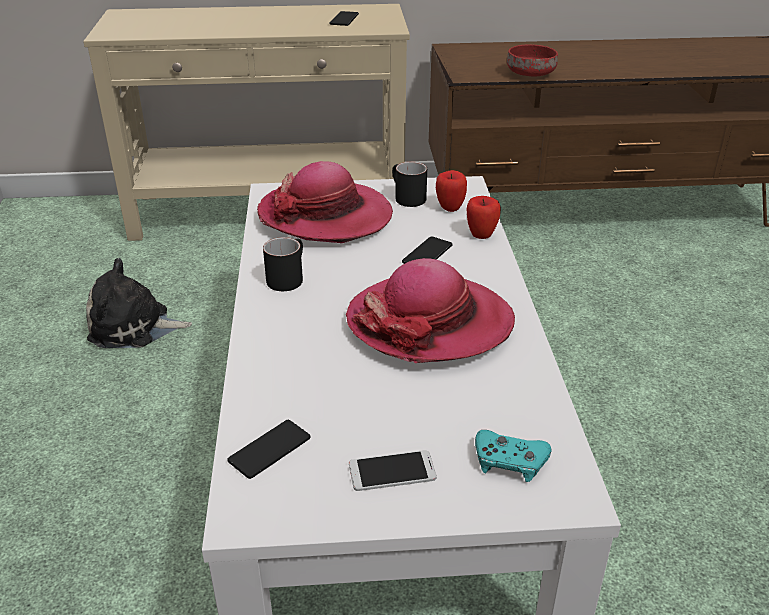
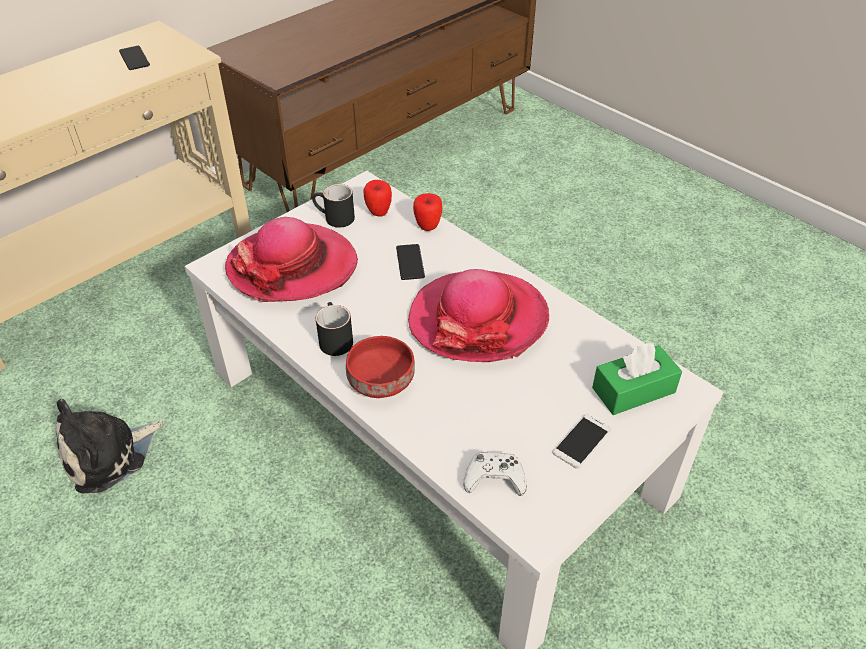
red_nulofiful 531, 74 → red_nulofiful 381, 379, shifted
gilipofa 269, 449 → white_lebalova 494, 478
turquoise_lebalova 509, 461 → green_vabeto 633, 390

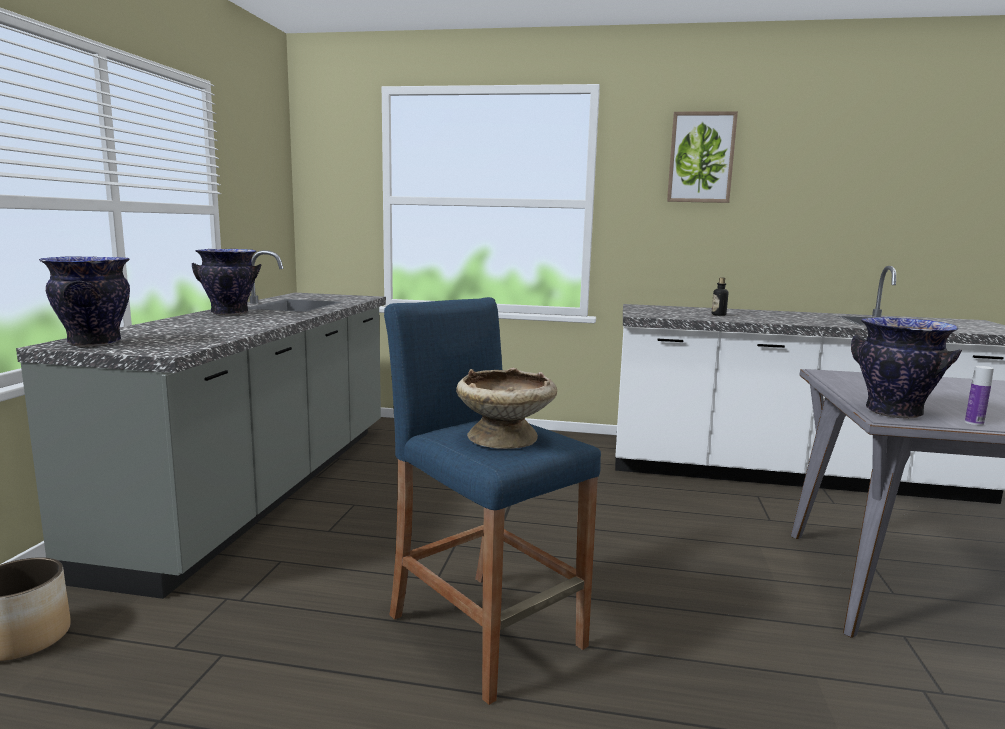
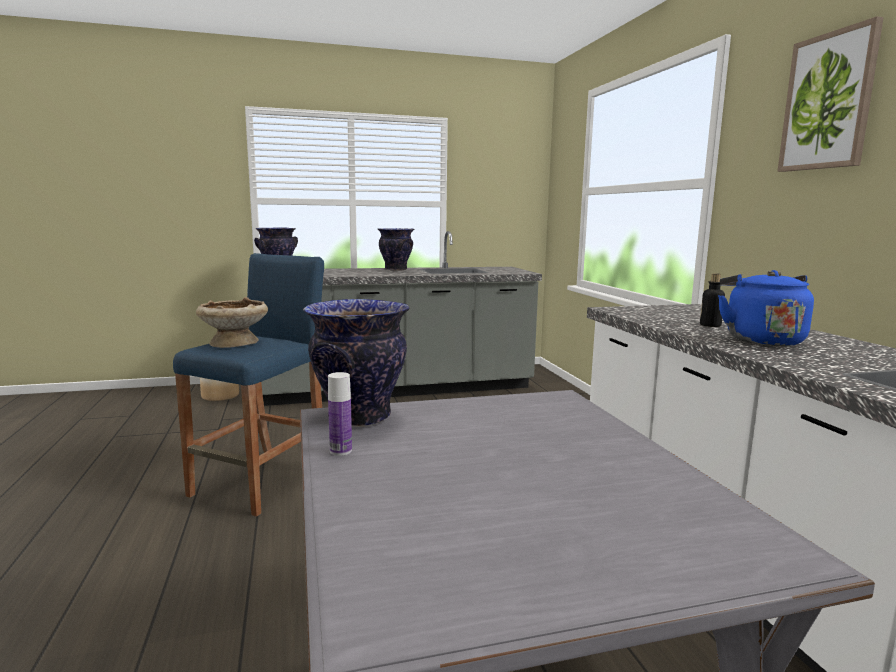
- → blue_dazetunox 760, 340

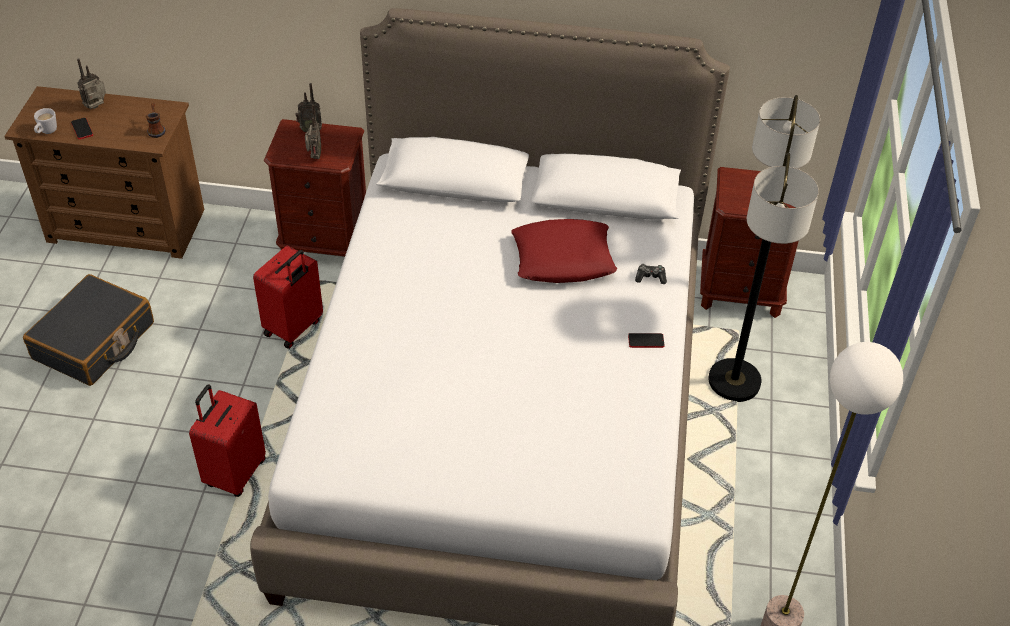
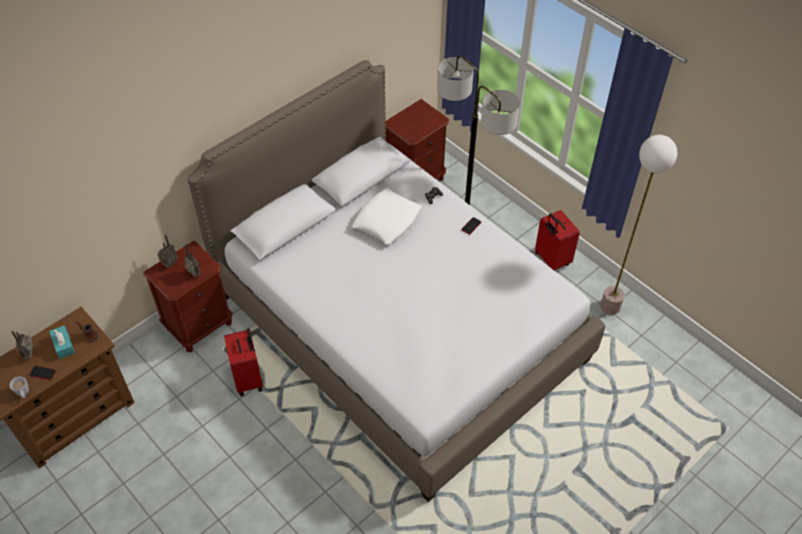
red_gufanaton 563, 258 → white_gufanaton 387, 220
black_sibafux 94, 341 → -
red_sibafux 234, 473 → red_sibafux 551, 259, shifted
- → turquoise_vabeto 63, 345

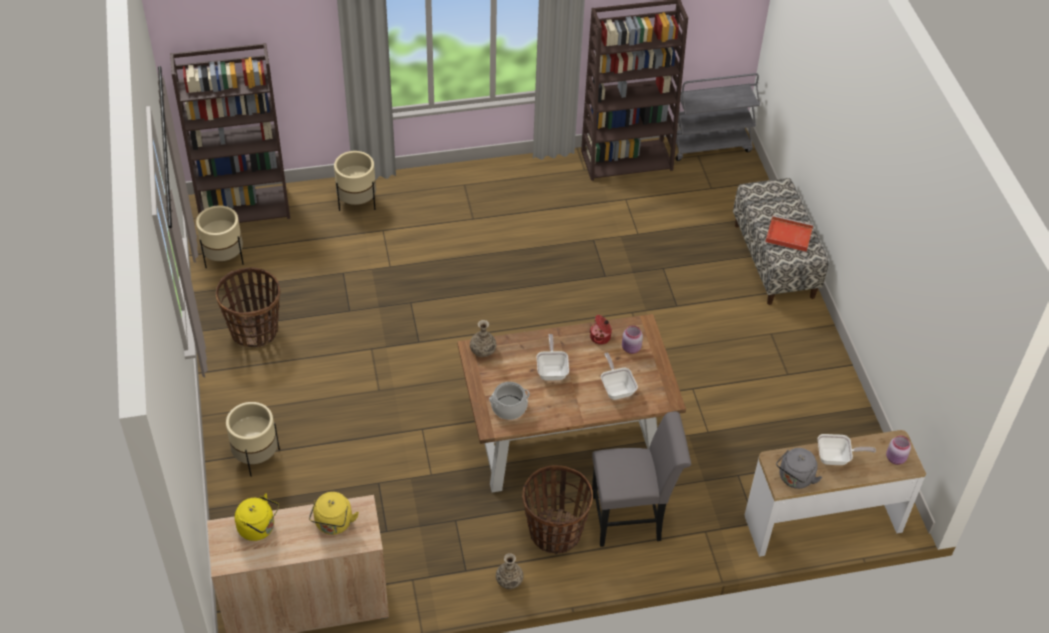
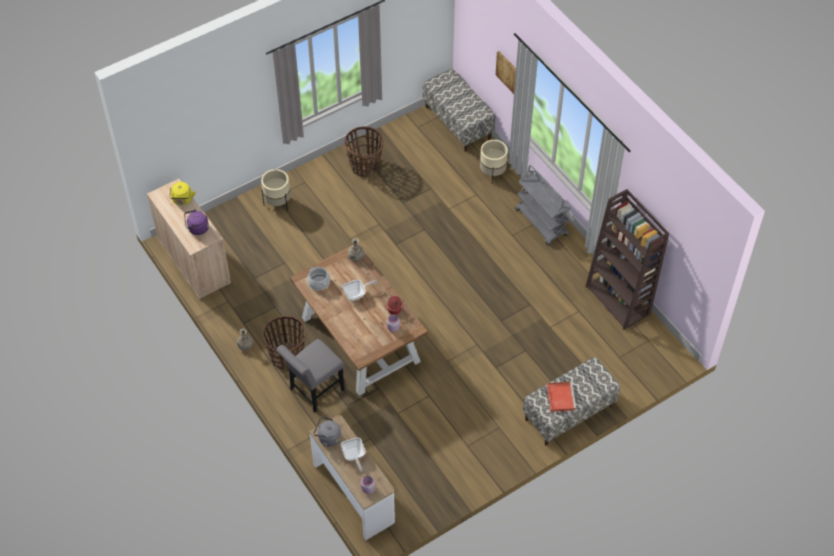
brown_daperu 245, 207 → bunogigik 458, 122
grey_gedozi 710, 145 → grey_gedozi 541, 222, shifted
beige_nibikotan 224, 258 → -
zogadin 616, 388 → -
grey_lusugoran 632, 518 → grey_lusugoran 314, 391, 75 degrees clockwise
yellow_dazetunox 333, 524 → purple_dazetunox 197, 229
- → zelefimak 508, 72

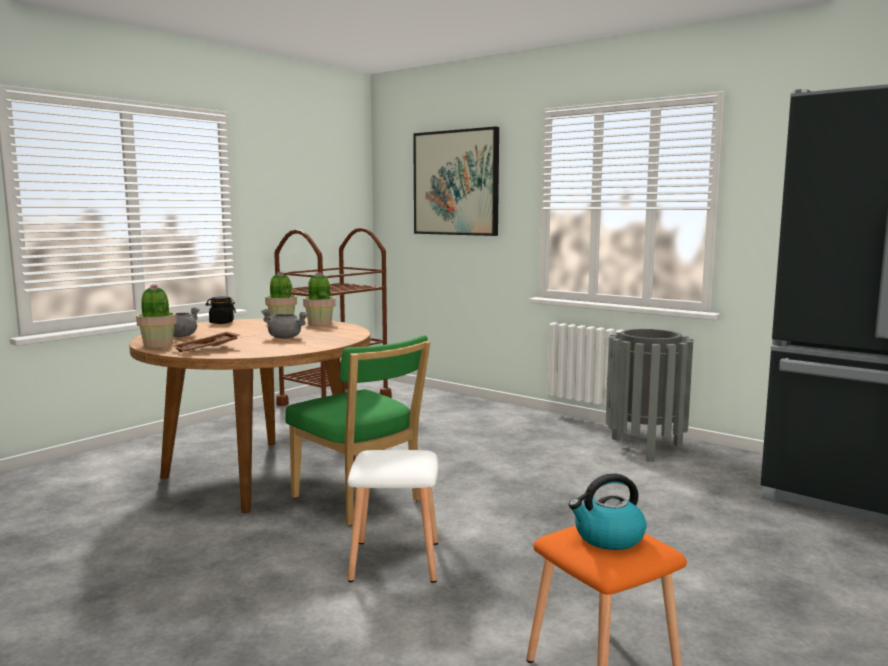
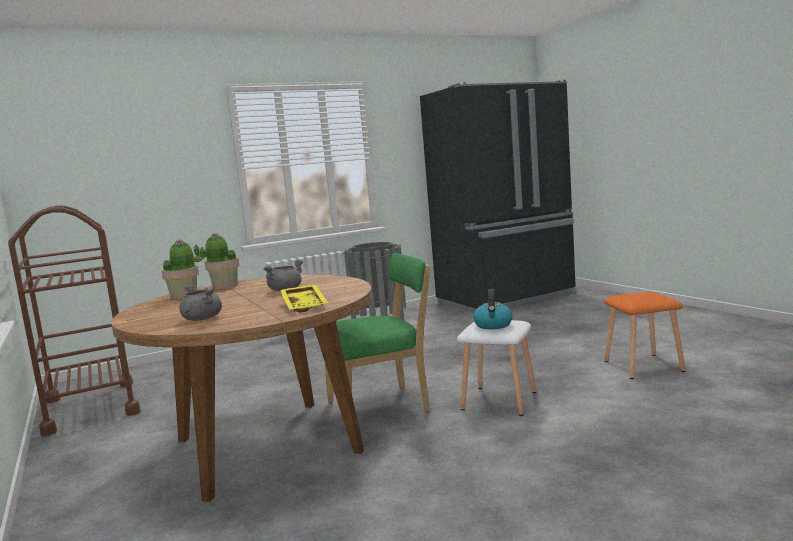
zelefimak 456, 183 → -
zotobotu 158, 345 → -
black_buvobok 221, 322 → -
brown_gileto 207, 349 → yellow_gileto 305, 305
dazetunox 608, 538 → dazetunox 493, 325, shifted

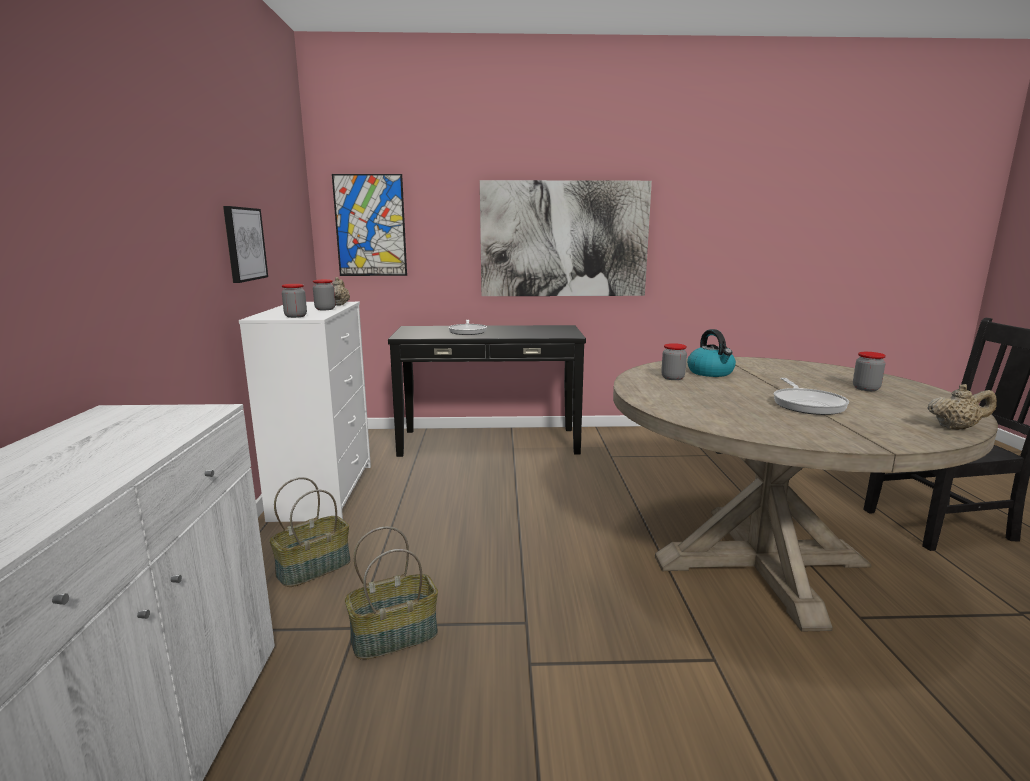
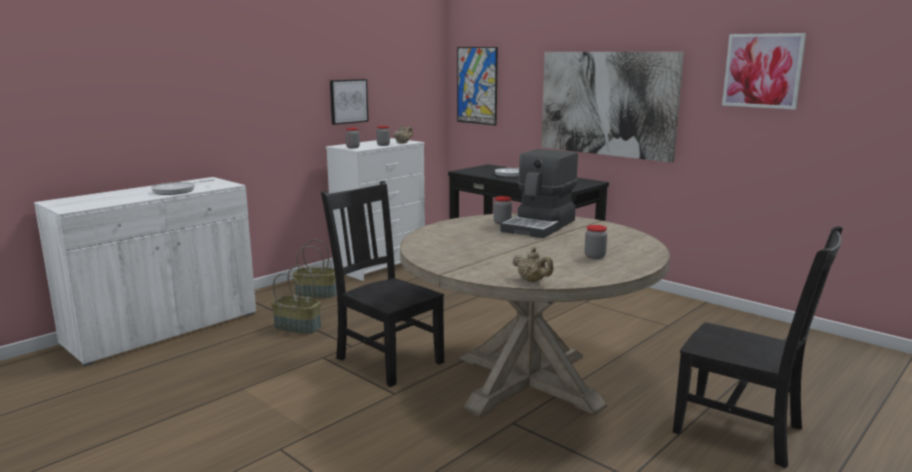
dazetunox 711, 373 → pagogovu 540, 226
zogadin 807, 404 → zogadin 177, 191, shifted
- → zelefimak 762, 70
- → black_lusugoran 387, 359

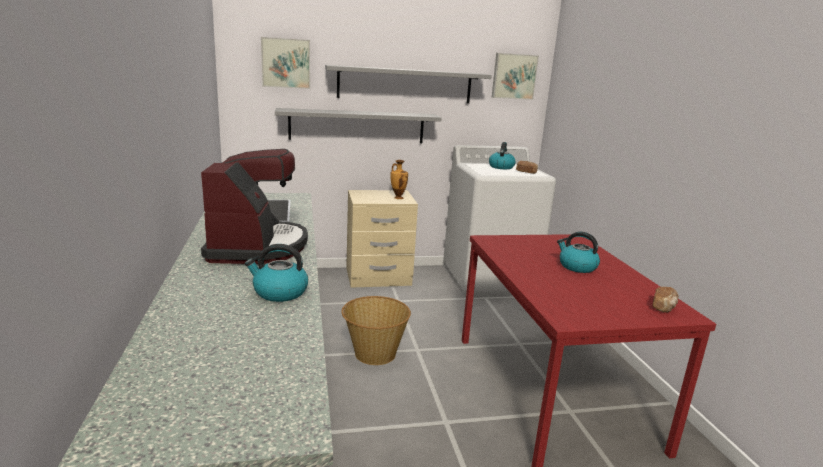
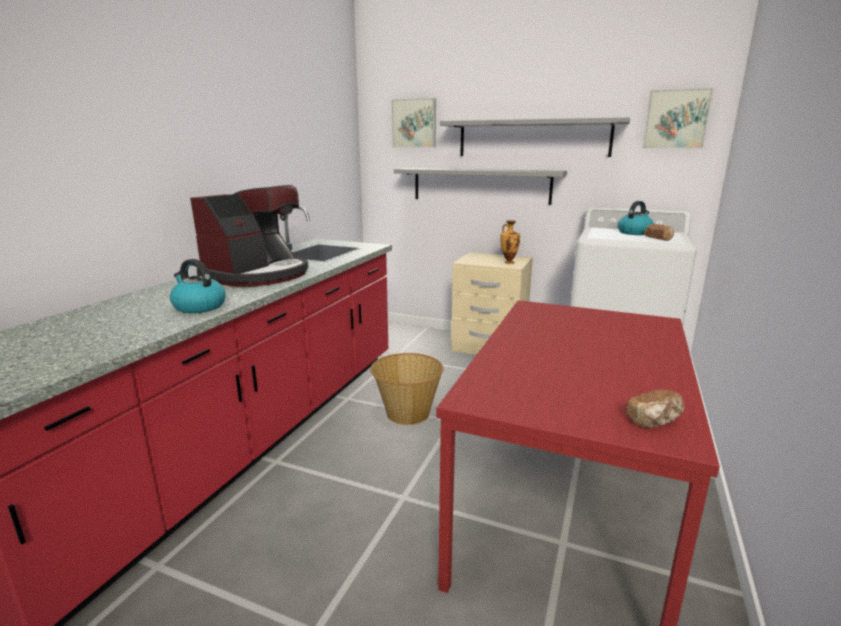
dazetunox 576, 266 → -

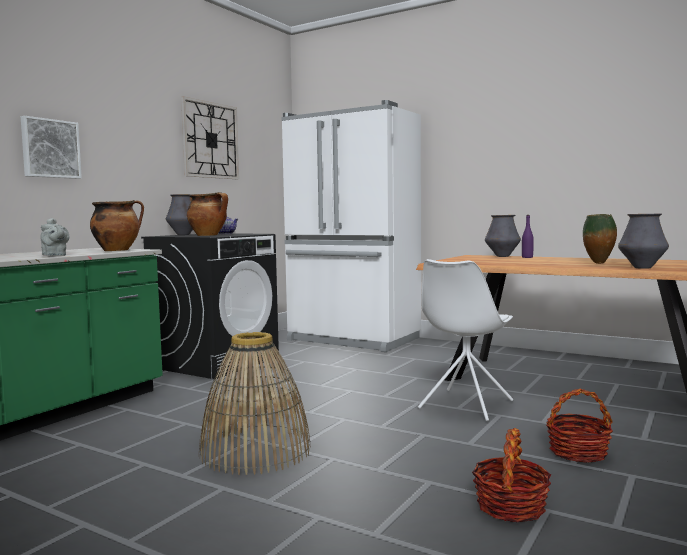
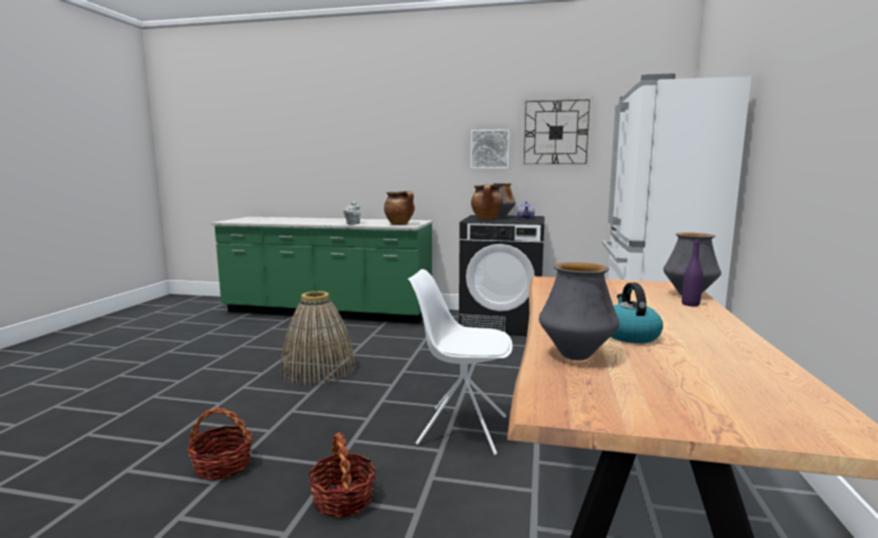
zelefimak 50, 148 → zelefimak 490, 149, shifted
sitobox 599, 263 → dazetunox 630, 335

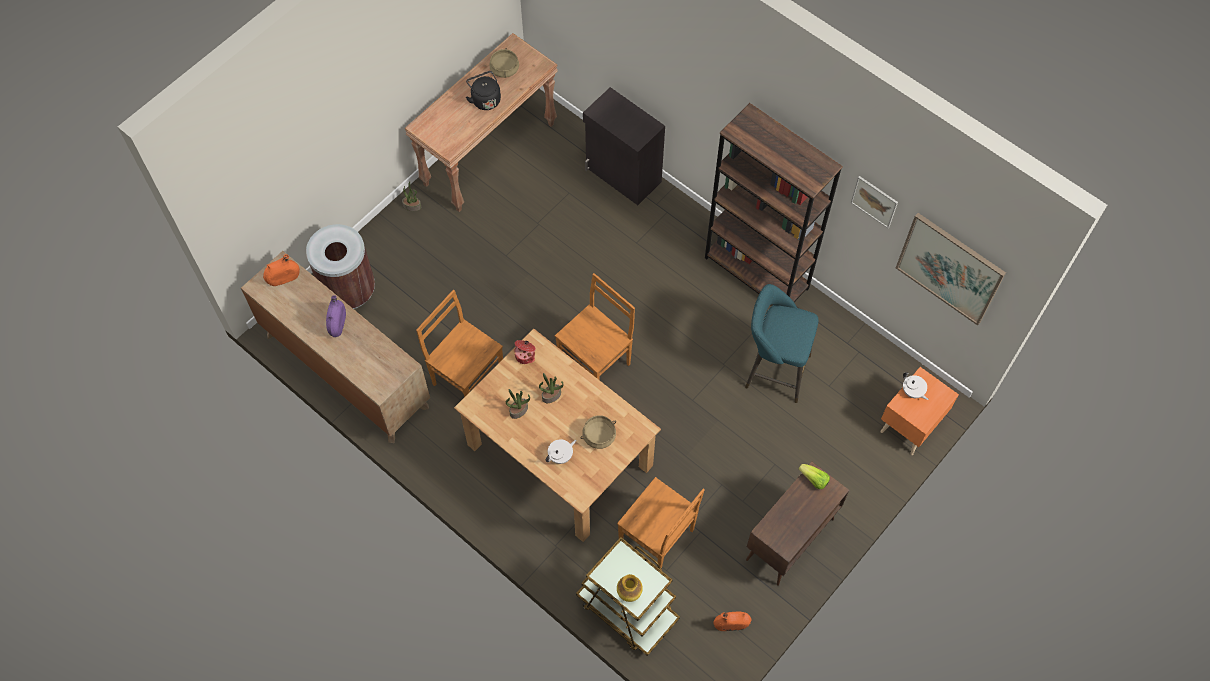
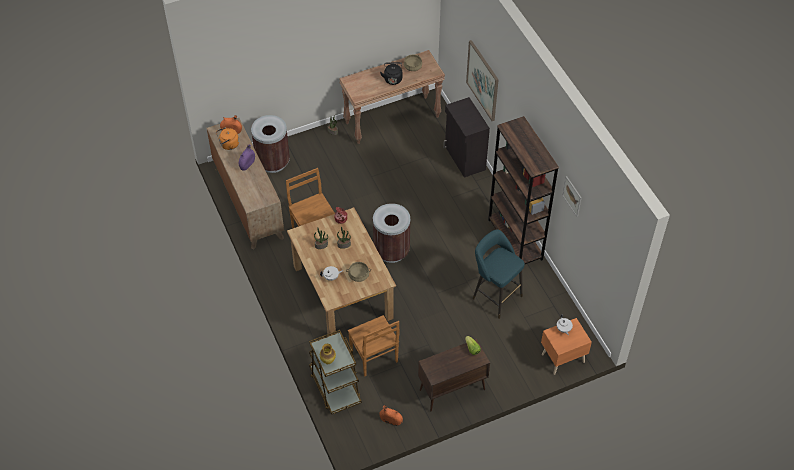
zelefimak 949, 268 → zelefimak 483, 80, shifted
brown_lusugoran 596, 361 → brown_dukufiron 391, 251
- → orange_dazetunox 228, 145

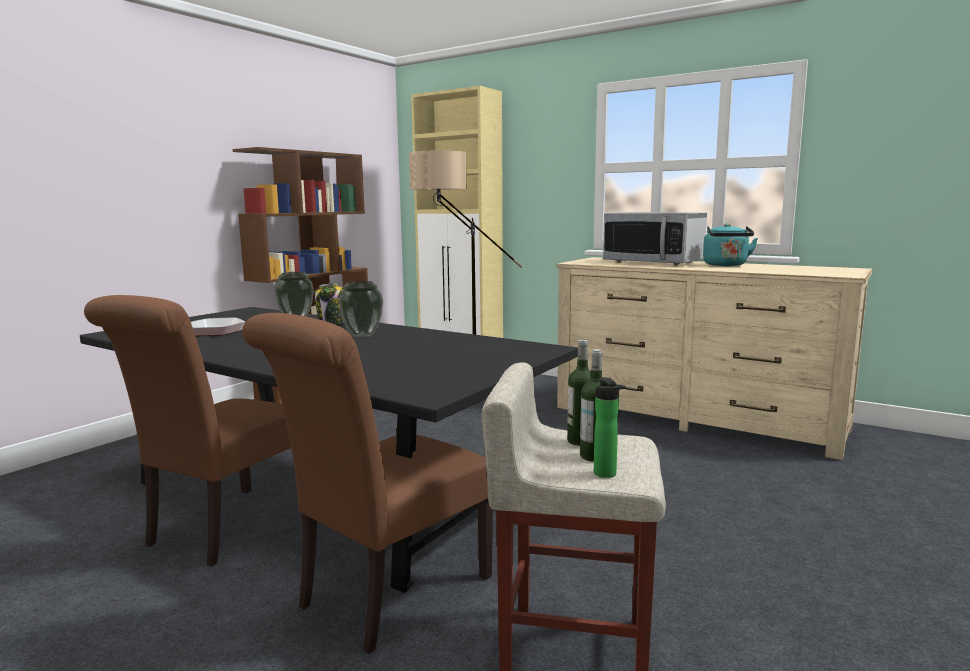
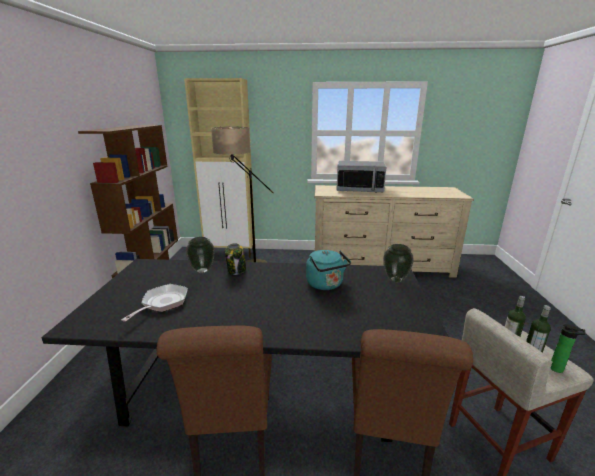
turquoise_dazetunox 726, 265 → turquoise_dazetunox 326, 285, shifted
sitobox 363, 336 → sitobox 395, 279, shifted

